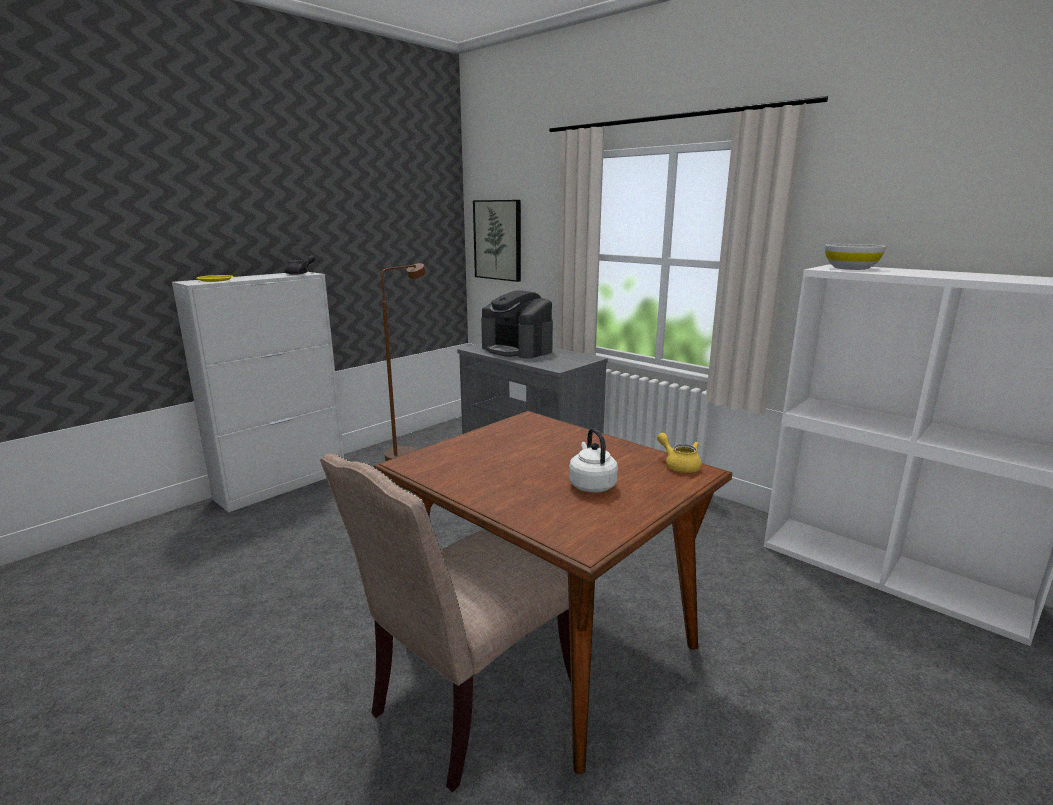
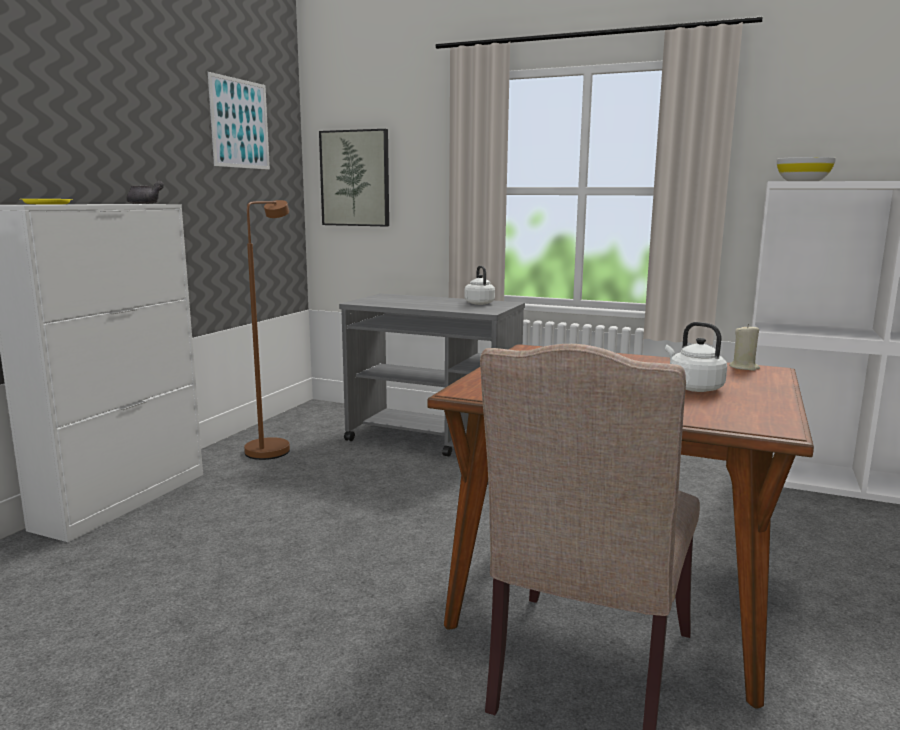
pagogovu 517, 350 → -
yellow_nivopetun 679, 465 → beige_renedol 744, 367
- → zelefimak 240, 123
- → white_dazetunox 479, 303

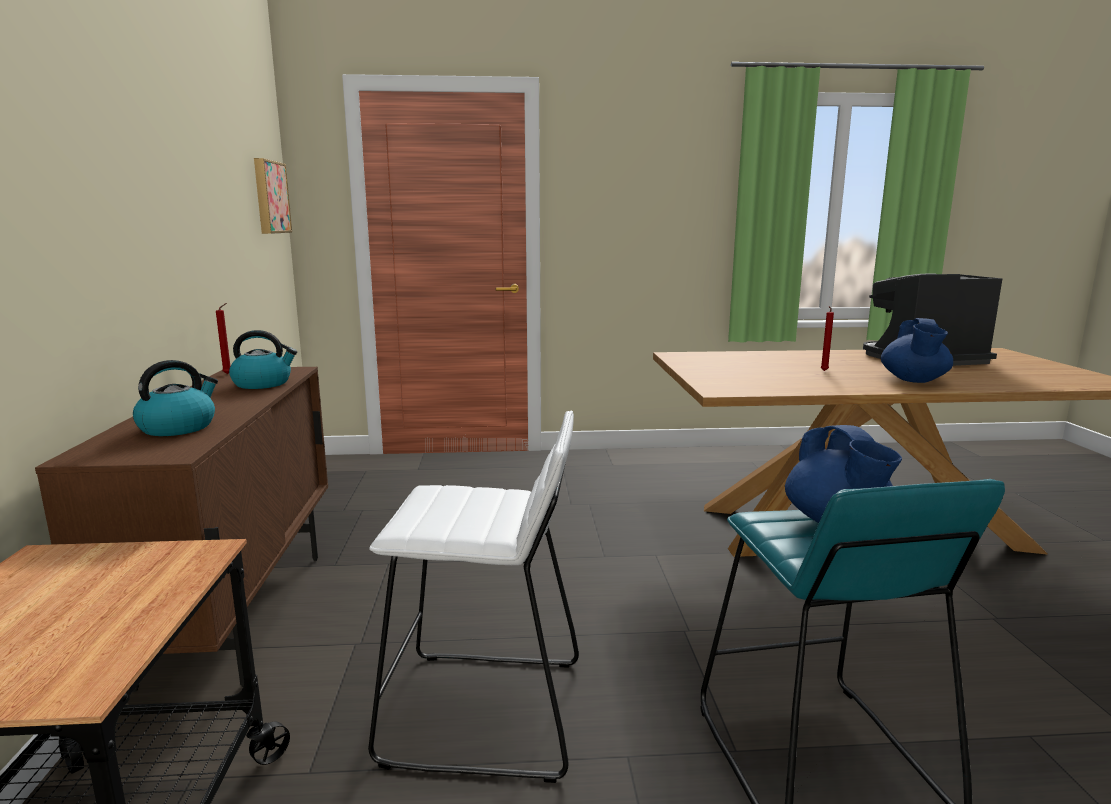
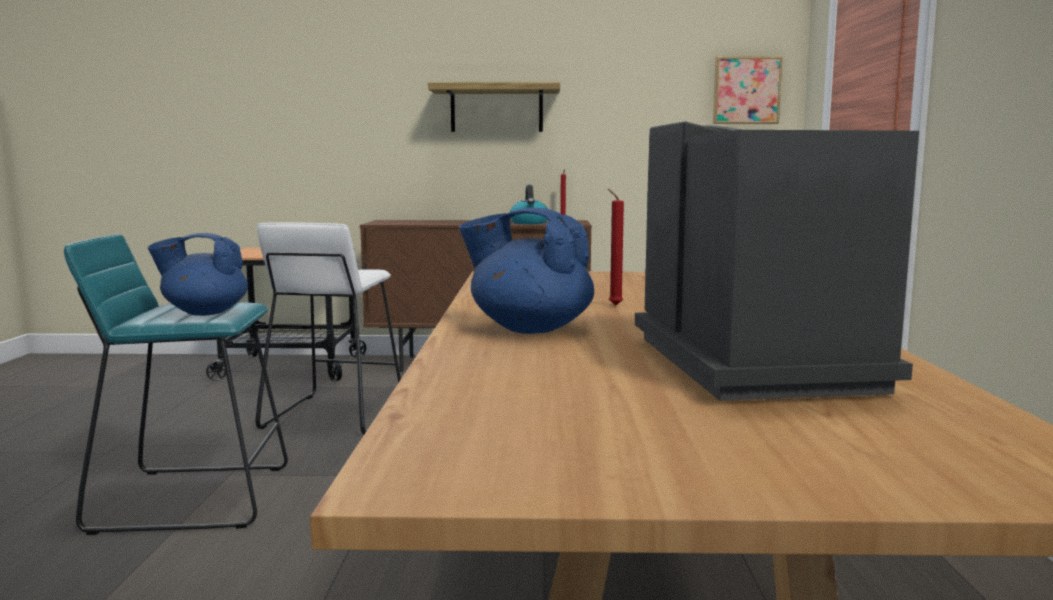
dazetunox 178, 427 → -
- → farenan 496, 109

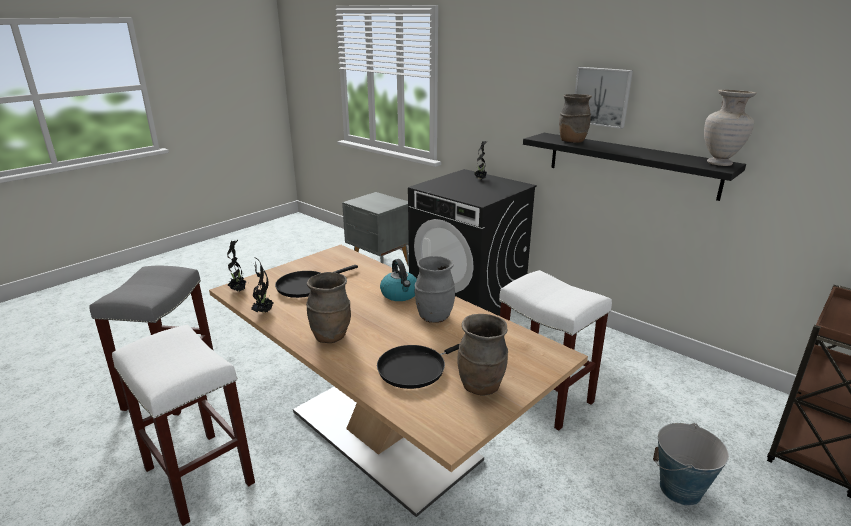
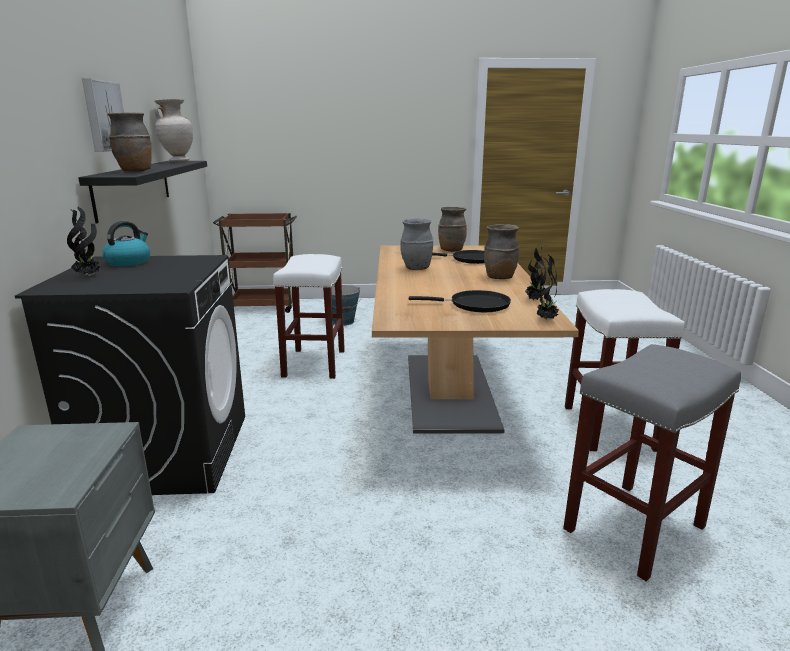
dazetunox 400, 294 → dazetunox 129, 262, shifted

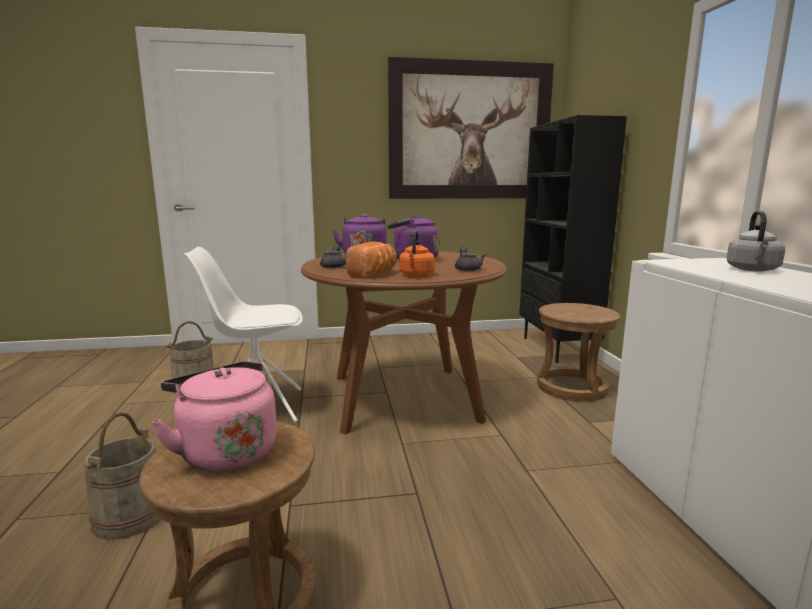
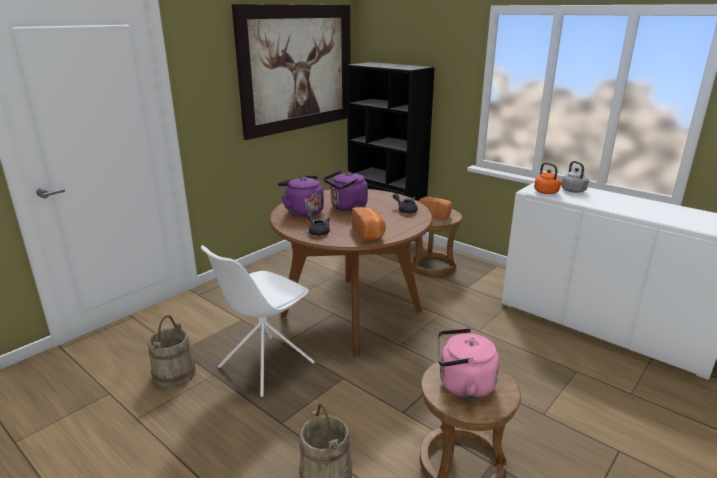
orange_dazetunox 416, 275 → orange_dazetunox 547, 192, shifted
- → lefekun 435, 214

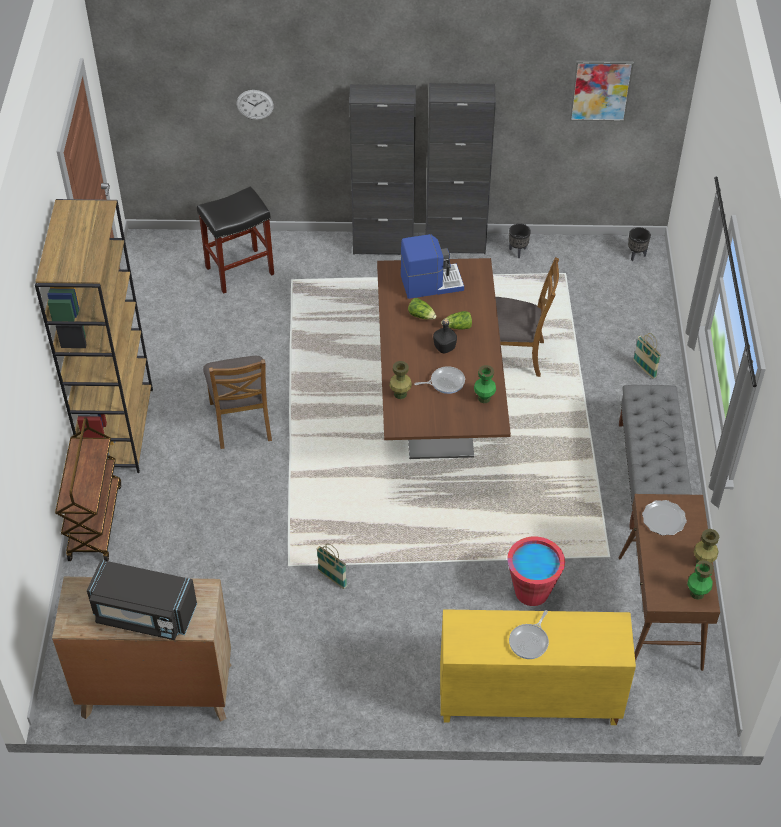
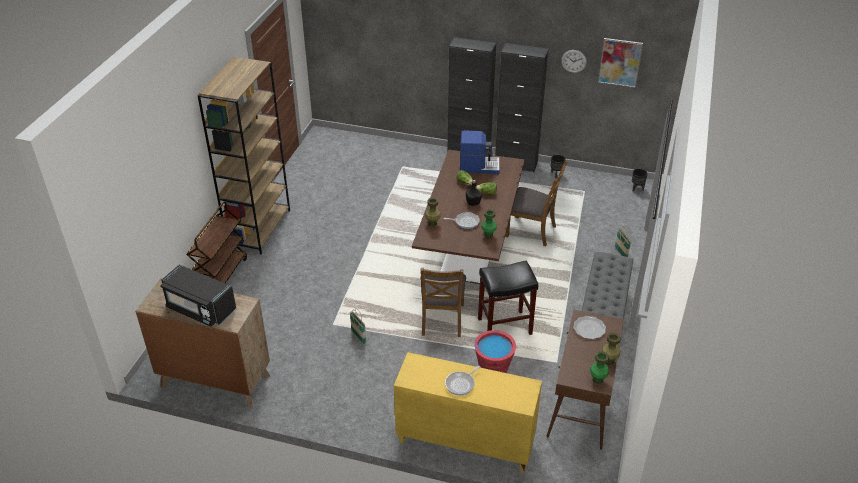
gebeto 255, 104 → gebeto 573, 61, shifted
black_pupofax 240, 270 → black_pupofax 505, 326, shifted
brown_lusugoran 241, 420 → brown_lusugoran 442, 319, shifted

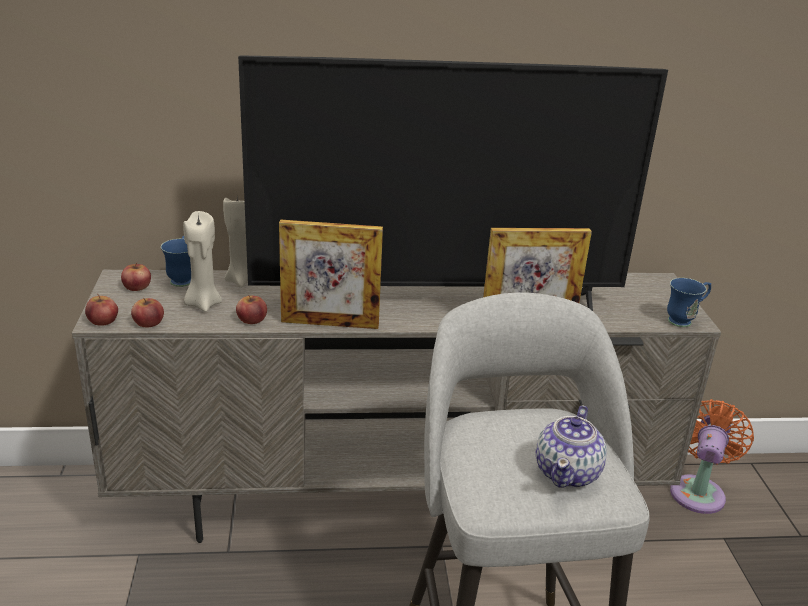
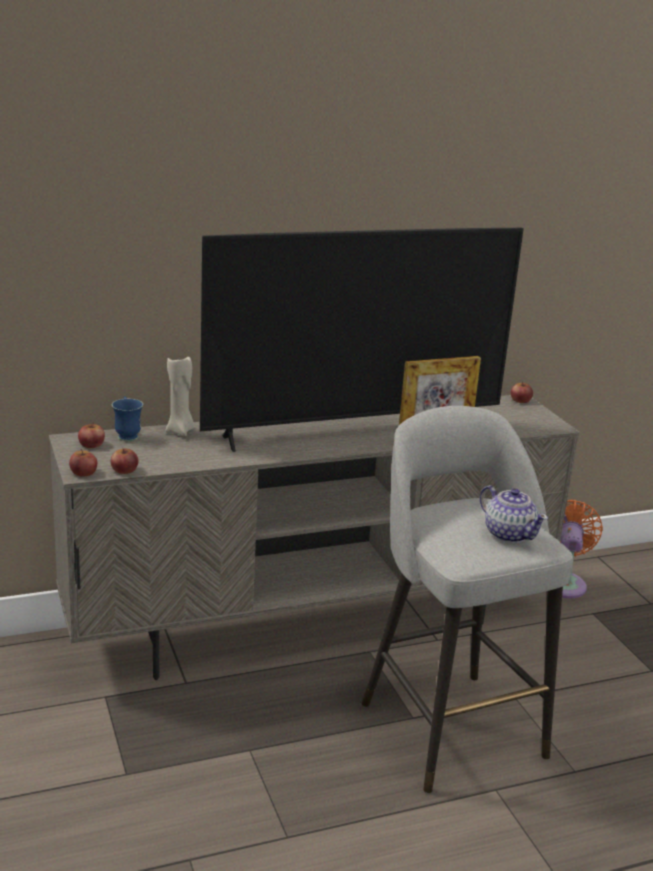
beige_renedol 203, 304 → -
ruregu 330, 323 → -
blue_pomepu 684, 320 → -
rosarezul 252, 319 → rosarezul 520, 400, shifted
nivopetun 568, 472 → nivopetun 509, 534, 45 degrees counterclockwise

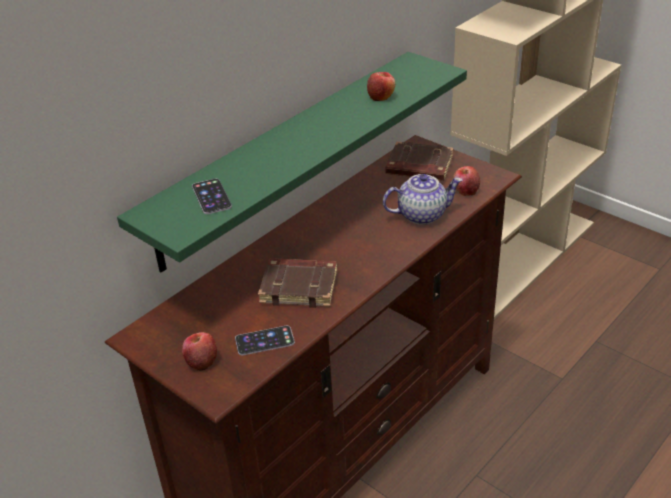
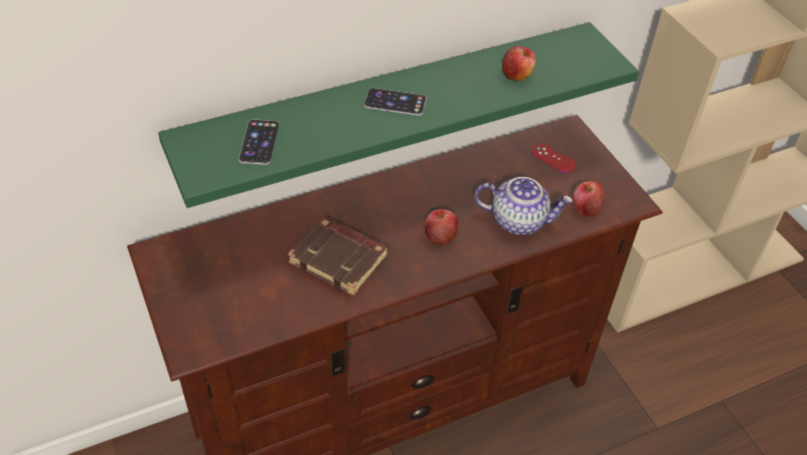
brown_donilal 418, 167 → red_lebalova 553, 158
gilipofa 264, 341 → gilipofa 395, 102, shifted
rosarezul 201, 361 → rosarezul 440, 236, shifted

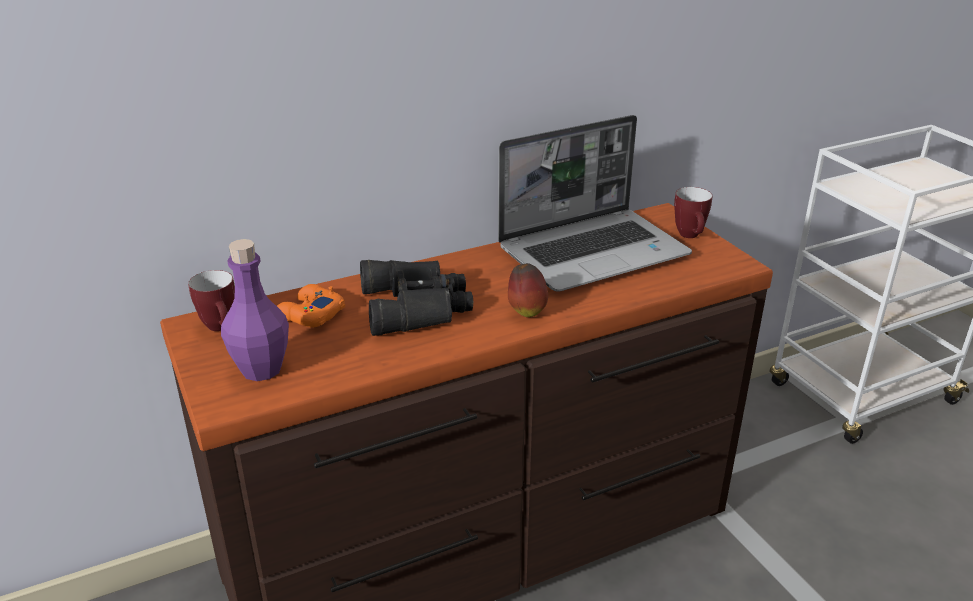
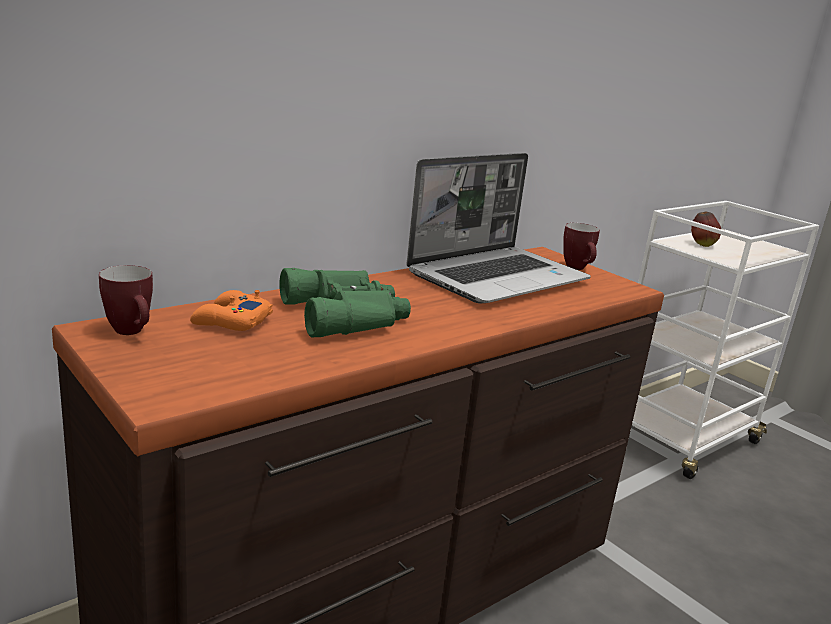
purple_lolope 261, 369 → -
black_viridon 418, 306 → green_viridon 348, 315
rosarezul 526, 312 → rosarezul 701, 245, shifted

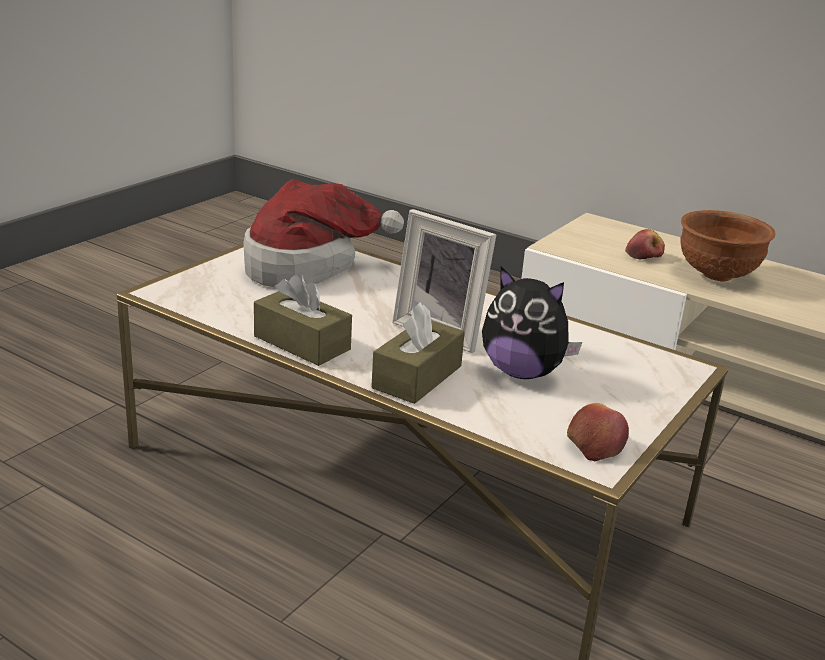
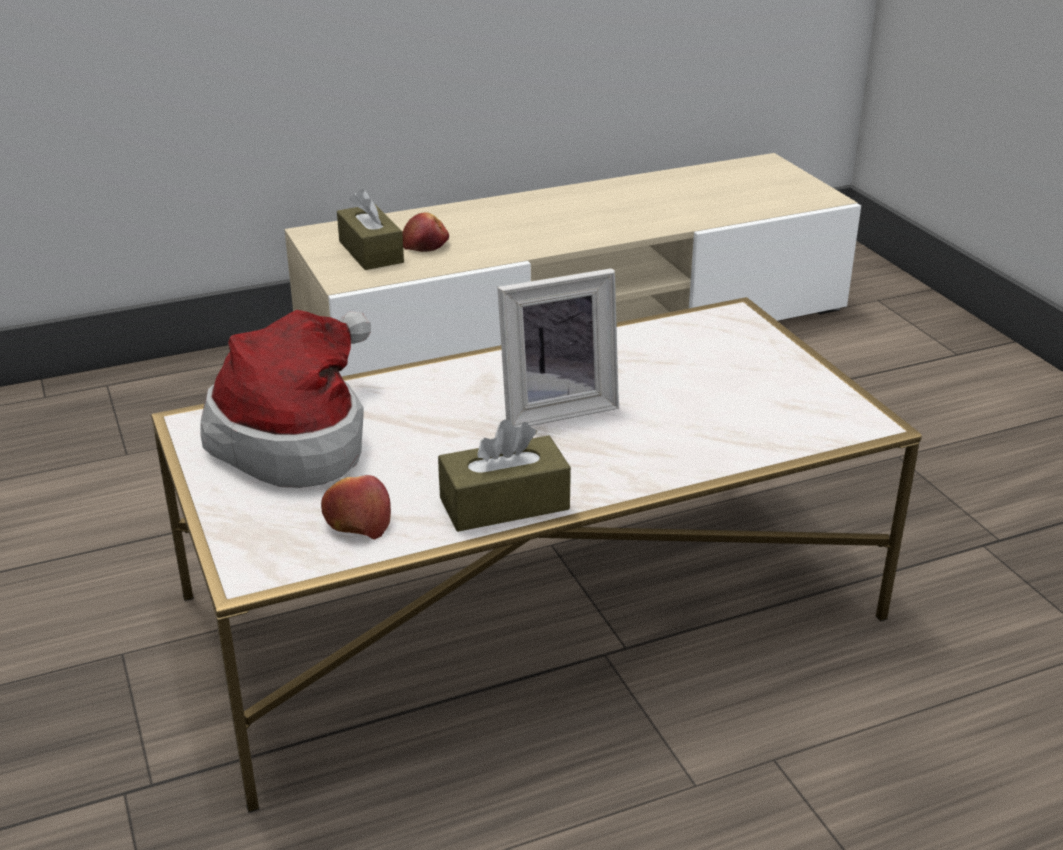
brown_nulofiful 715, 275 → -
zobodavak 522, 372 → -
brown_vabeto 417, 377 → brown_vabeto 371, 252, shifted
rosarezul 595, 444 → rosarezul 357, 521, shifted

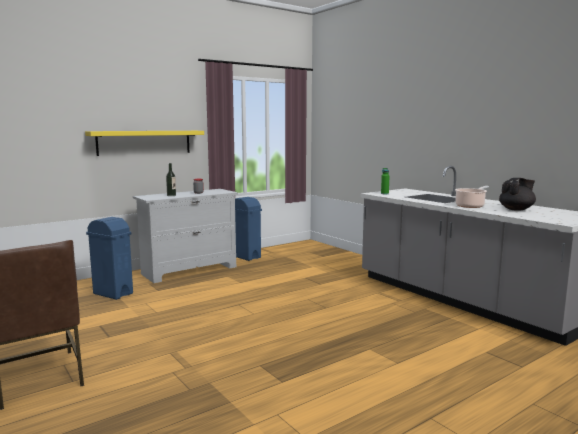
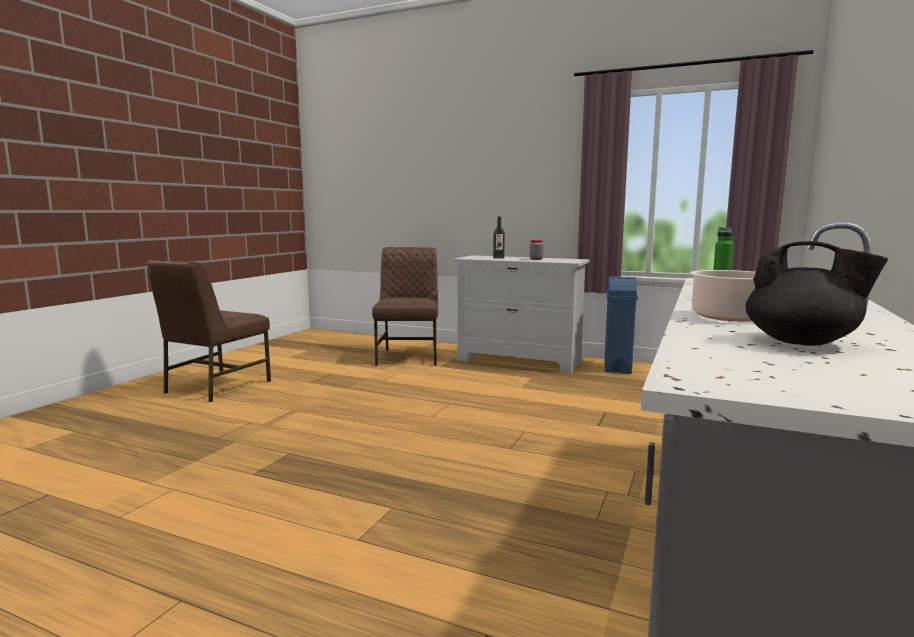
yellow_farenan 144, 142 → -
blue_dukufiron 113, 293 → brown_lusugoran 409, 356

